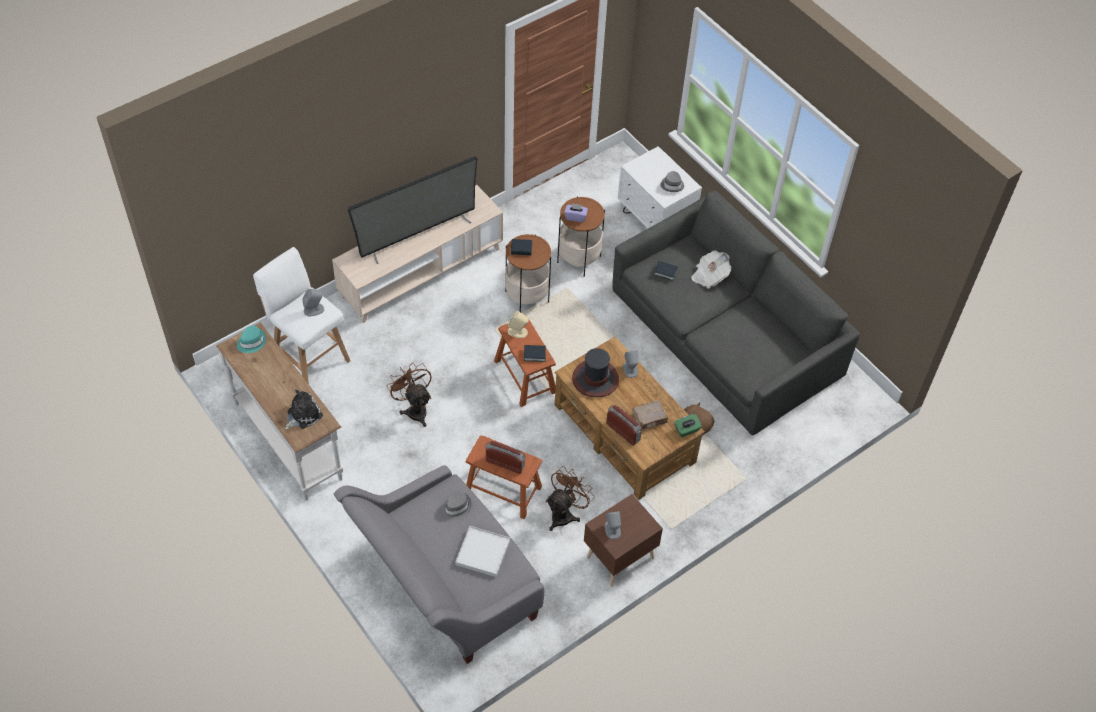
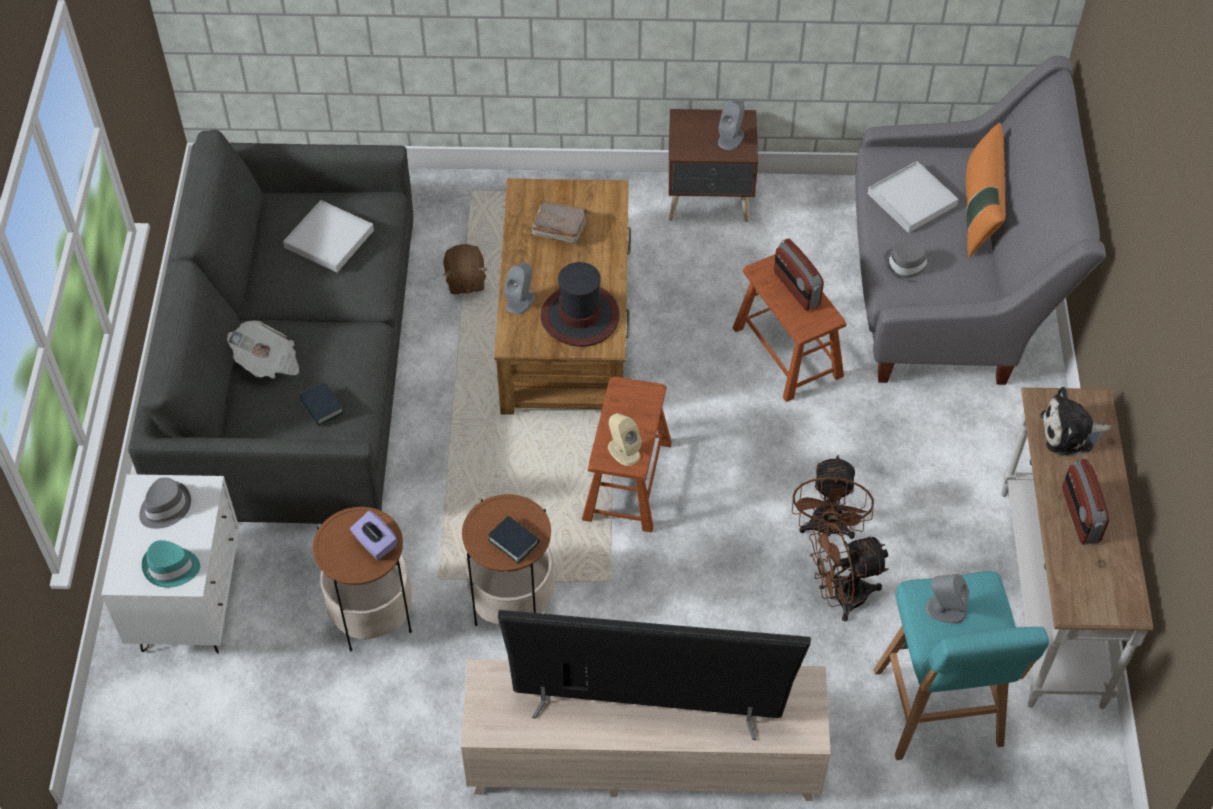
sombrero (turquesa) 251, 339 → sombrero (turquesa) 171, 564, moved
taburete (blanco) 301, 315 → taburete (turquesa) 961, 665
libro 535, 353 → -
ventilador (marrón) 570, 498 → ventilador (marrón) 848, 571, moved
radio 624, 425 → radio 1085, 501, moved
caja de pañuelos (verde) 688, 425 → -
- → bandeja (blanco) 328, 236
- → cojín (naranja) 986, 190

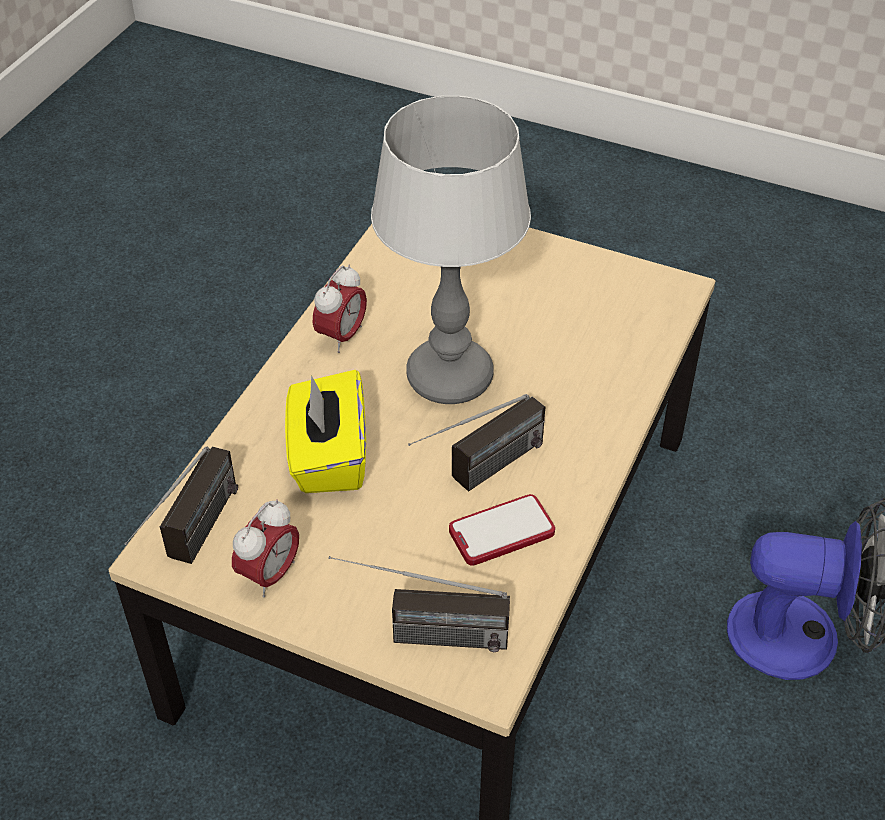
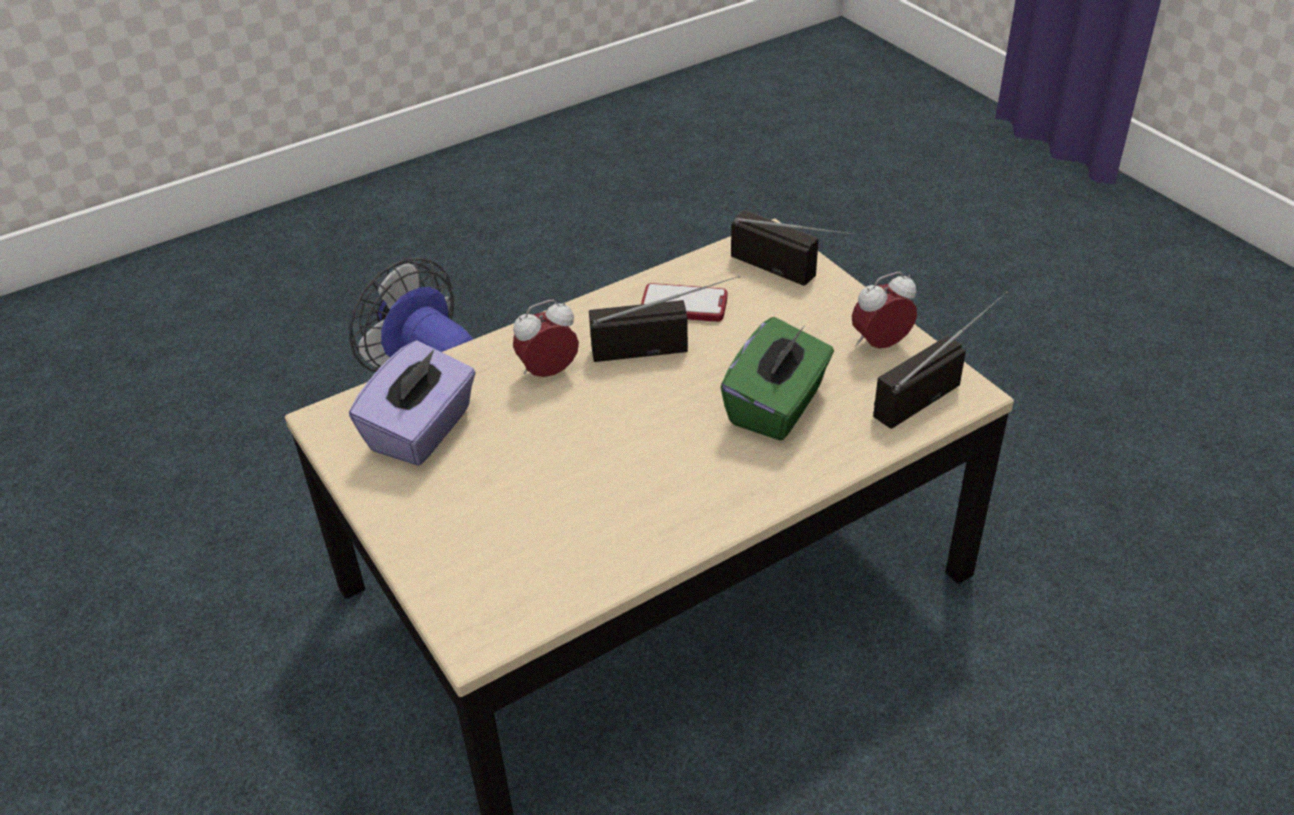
caja de pañuelos (amarillo) 325, 431 → caja de pañuelos (verde) 777, 379
despertador 340, 309 → despertador 546, 338, moved
lámpara de mesa 451, 250 → -
- → caja de pañuelos (morado) 412, 403

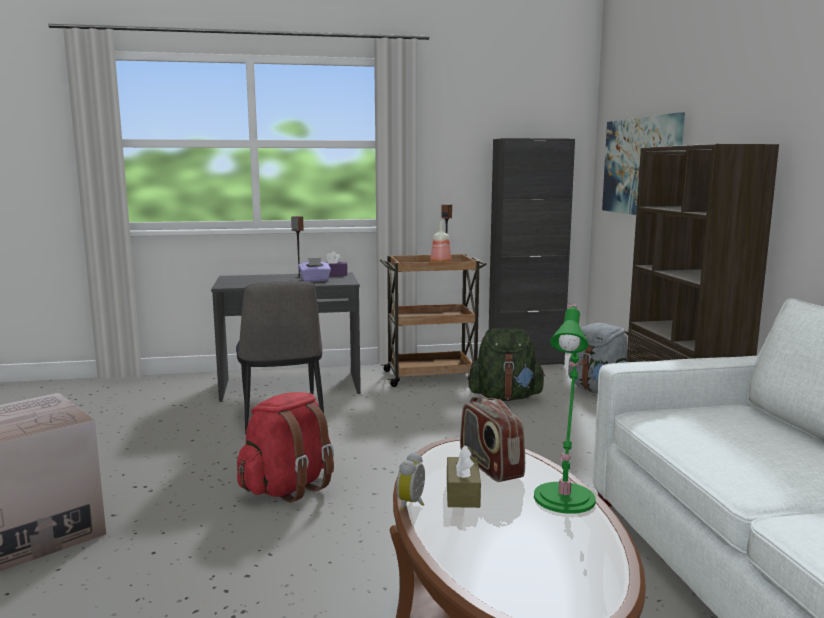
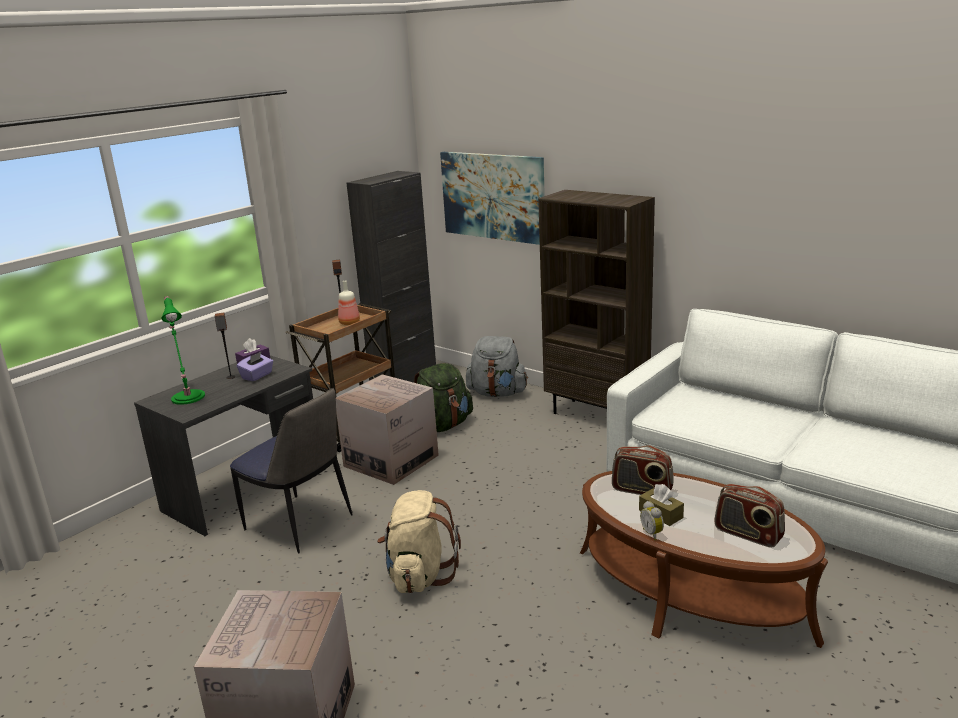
mochila (rojo) 285, 447 → mochila (beis) 419, 541
lámpara de mesa (verde) 565, 409 → lámpara de mesa (verde) 183, 350, moved
- → caja de cartón 387, 429
- → radio 750, 515

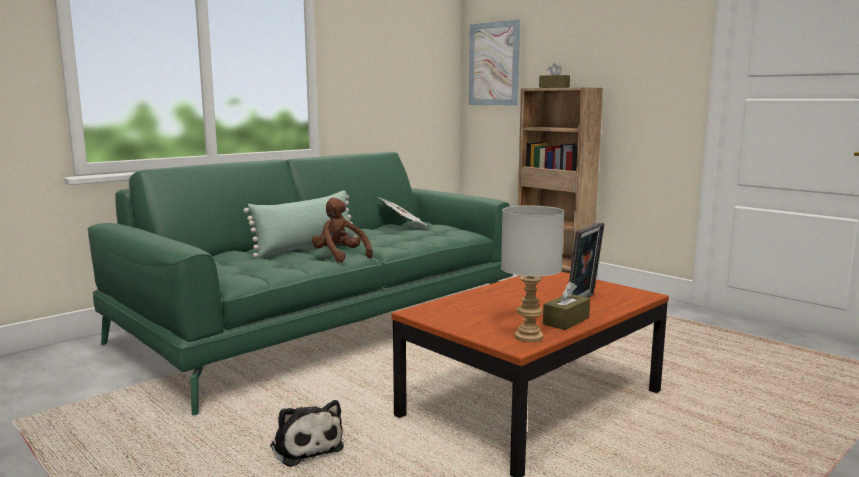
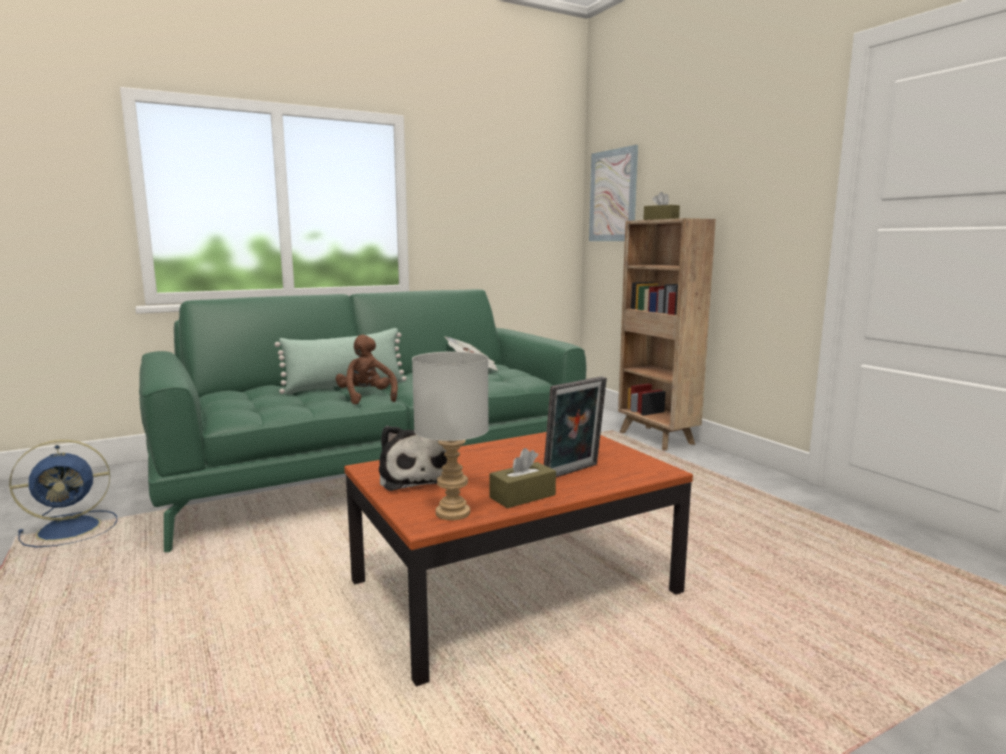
peluche 307, 433 → peluche 413, 458, moved
- → ventilador (azul) 63, 493

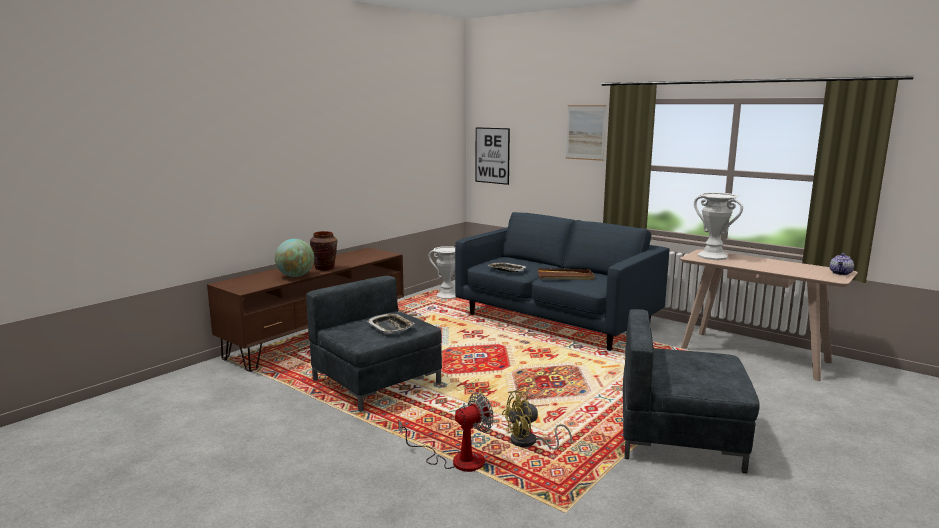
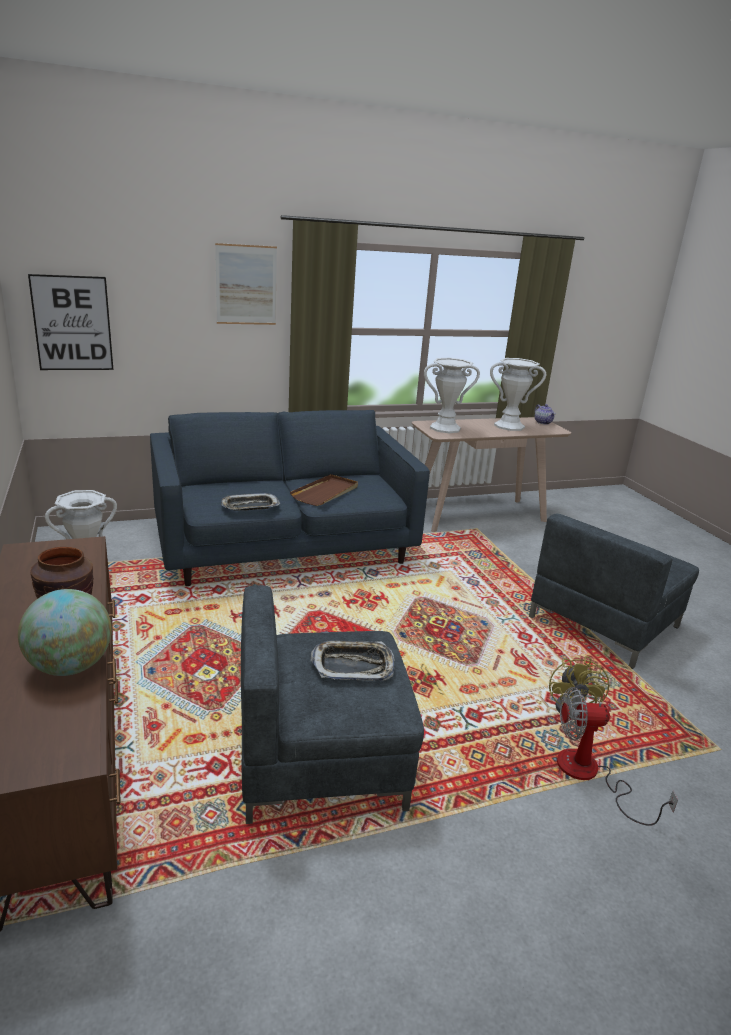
ventilador 446, 432 → ventilador 617, 756, 90 degrees counterclockwise
- → florero (blanco) 518, 394

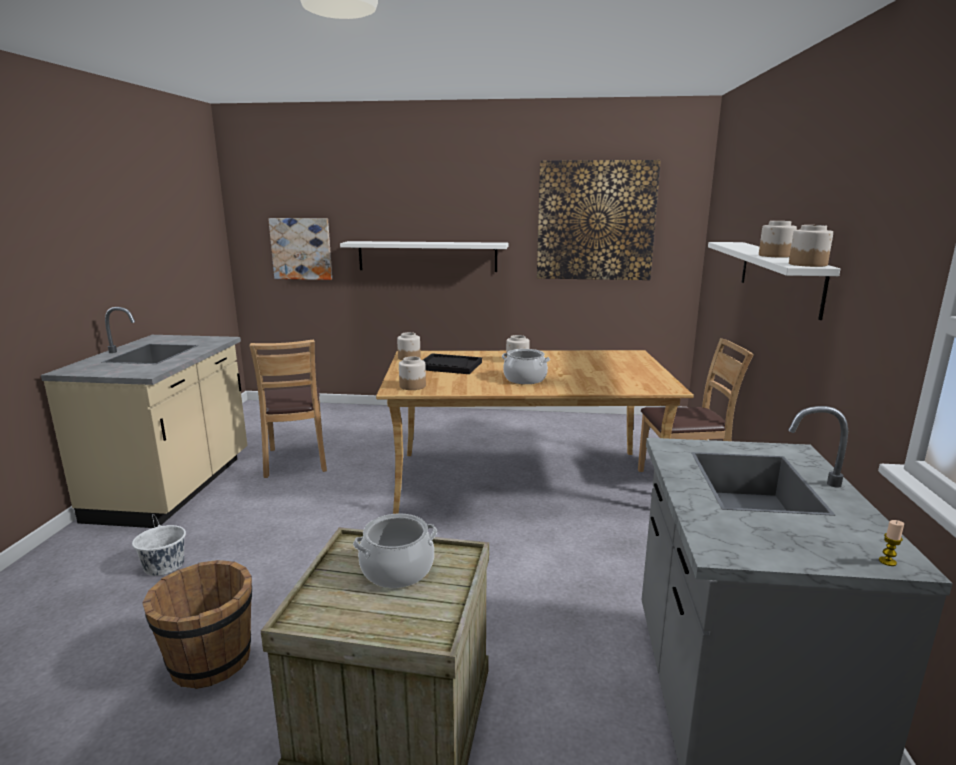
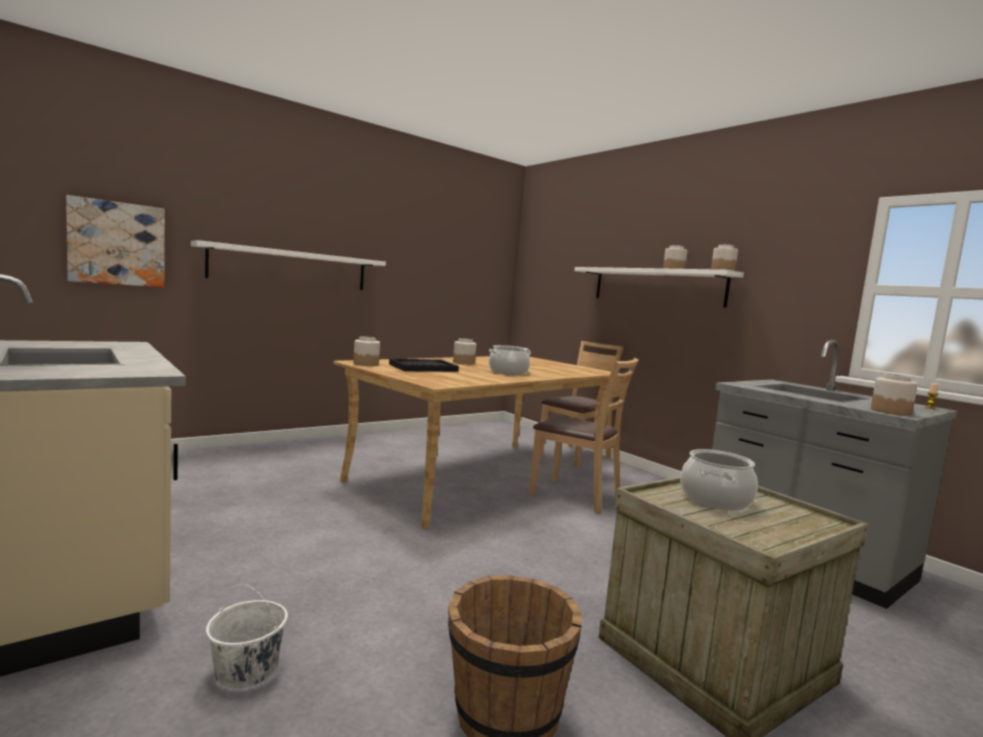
silla (marrón) 288, 409 → silla (marrón) 584, 436, moved
tarro 412, 373 → tarro 894, 395, moved
cuadro 599, 220 → -

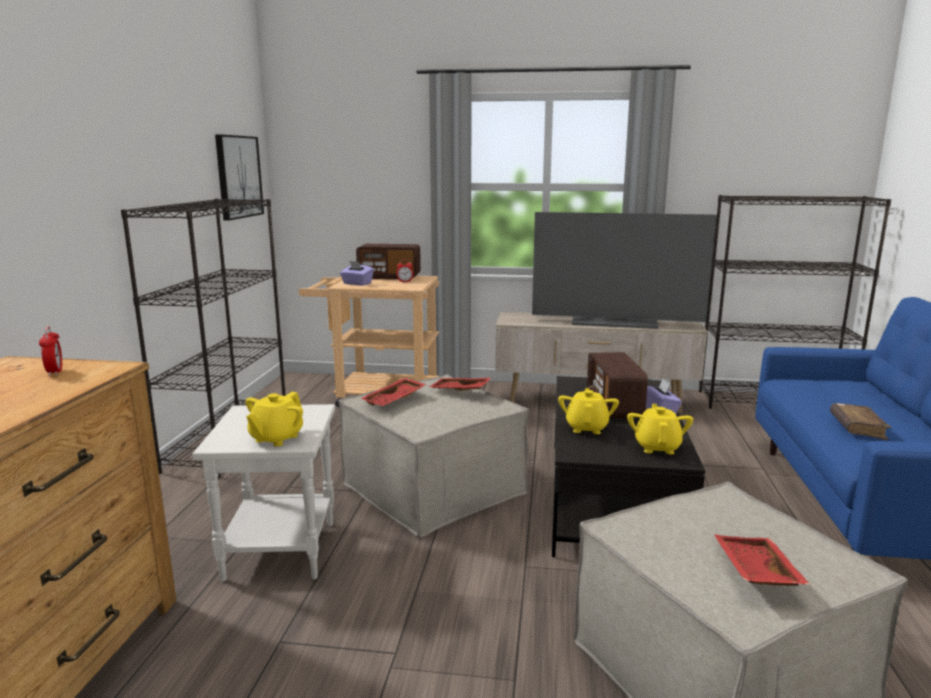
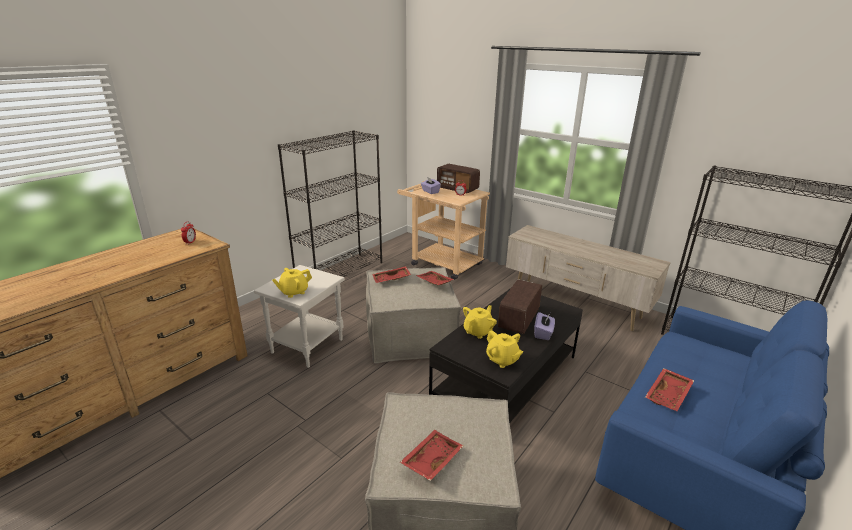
cuadro 239, 177 → -
televisor 624, 270 → -
tetera (amarillo) 660, 429 → tetera (amarillo) 504, 349, 105 degrees clockwise
libro (marrón) 861, 421 → bandeja (rojo) 669, 389

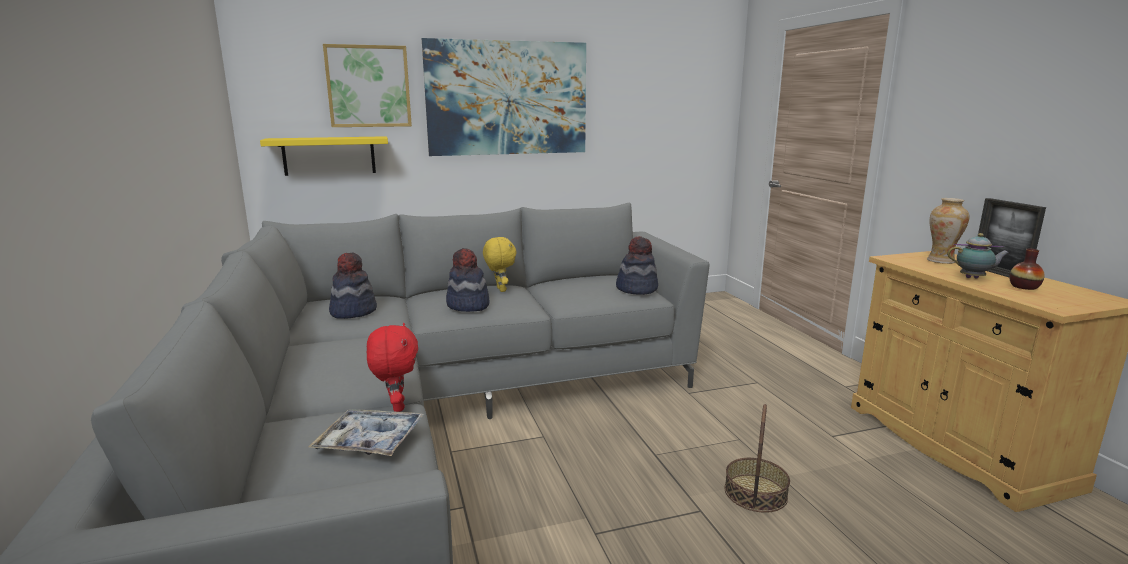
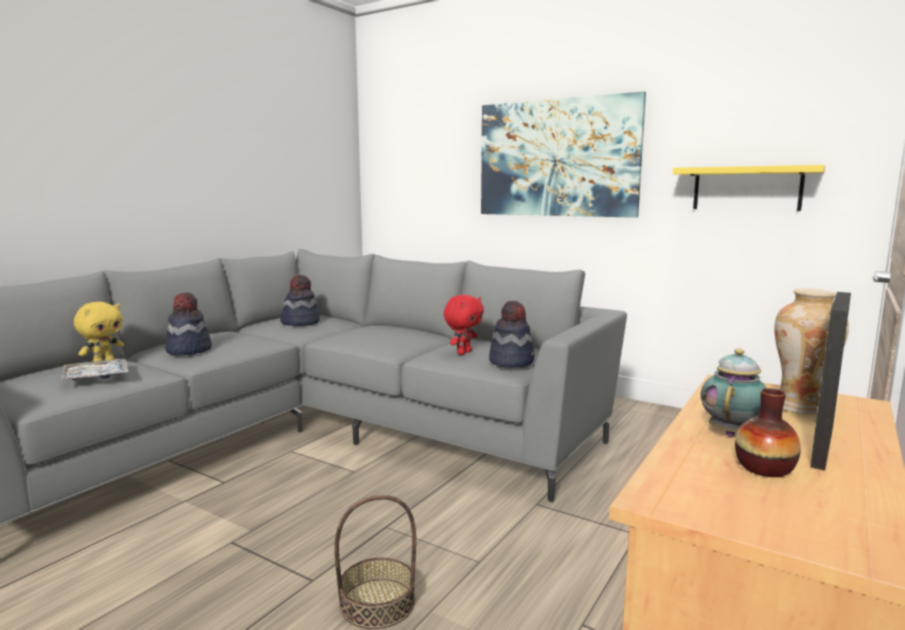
estante (amarillo) 324, 156 → estante (amarillo) 749, 188, moved
cuadro 367, 85 → -
peluche (rojo) 392, 367 → peluche (rojo) 464, 325, moved
sombrero 467, 280 → sombrero 188, 324, moved
peluche (amarillo) 500, 264 → peluche (amarillo) 99, 333, moved
tetera 978, 256 → tetera 733, 392, 120 degrees counterclockwise

